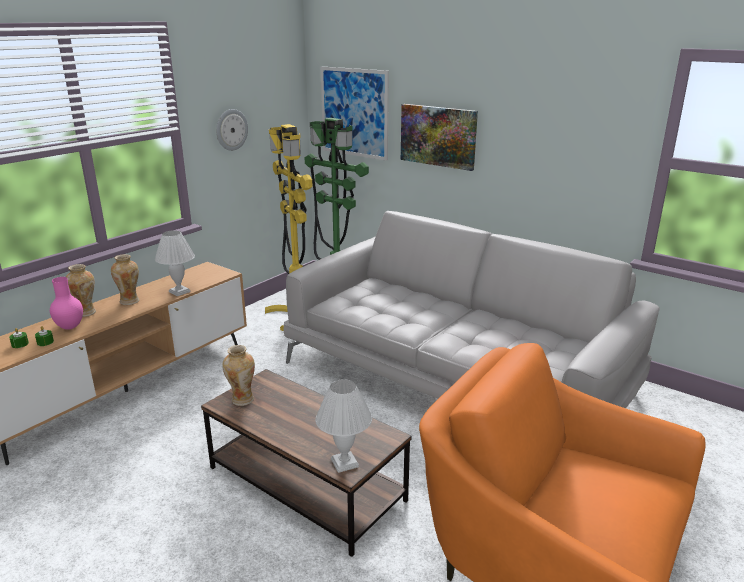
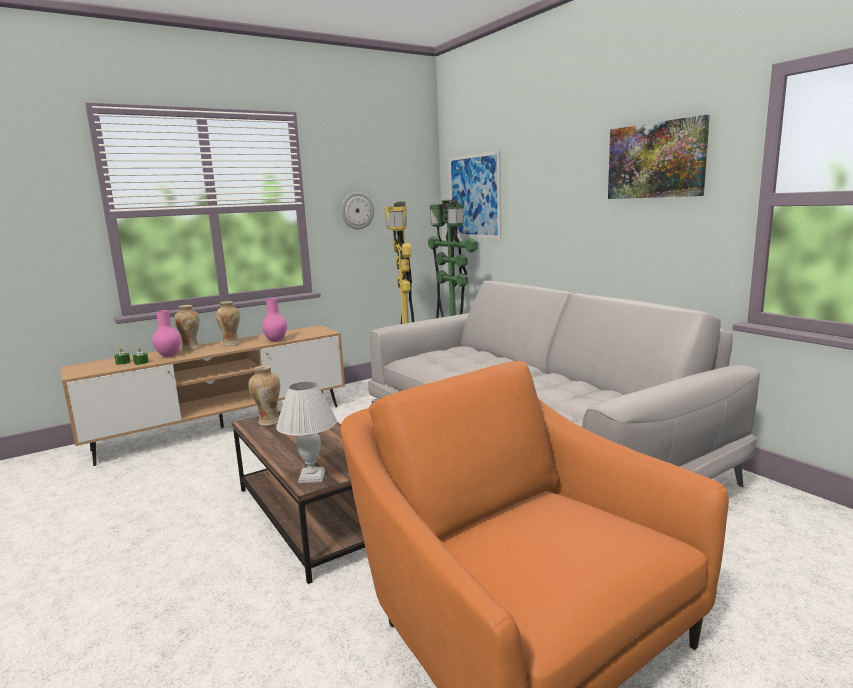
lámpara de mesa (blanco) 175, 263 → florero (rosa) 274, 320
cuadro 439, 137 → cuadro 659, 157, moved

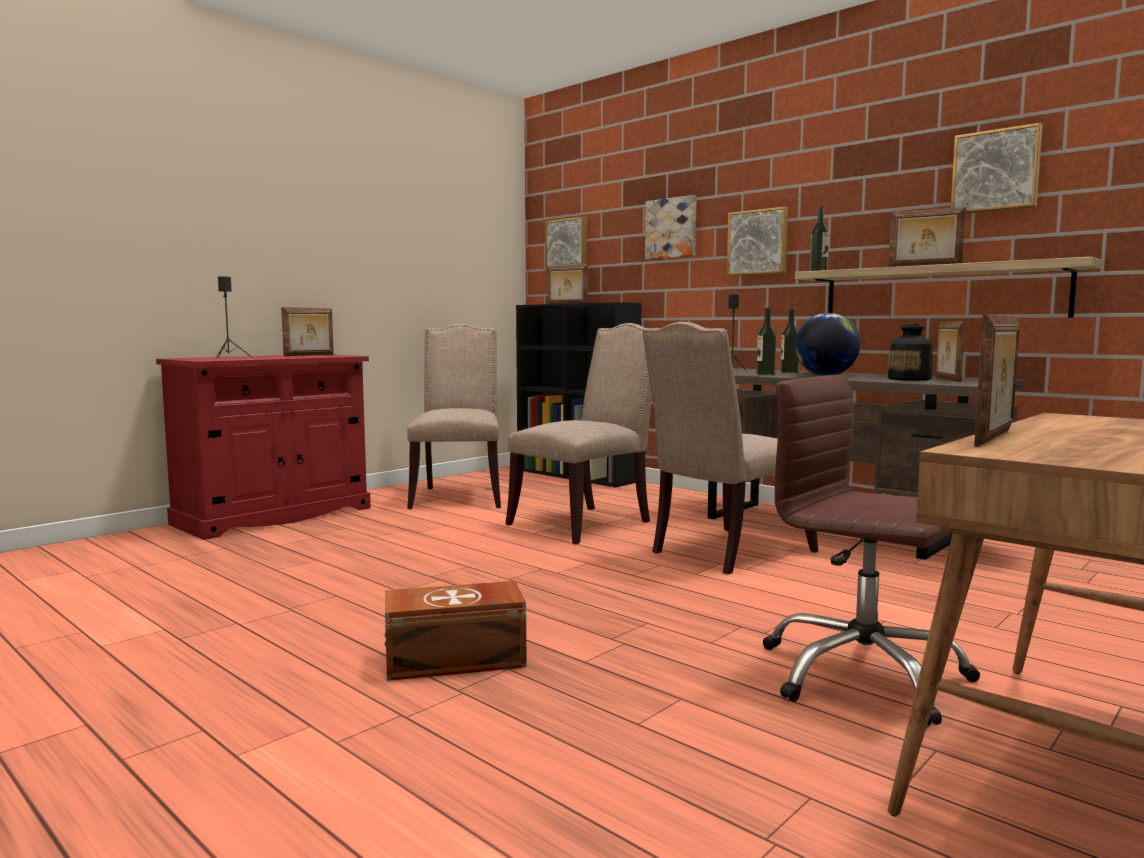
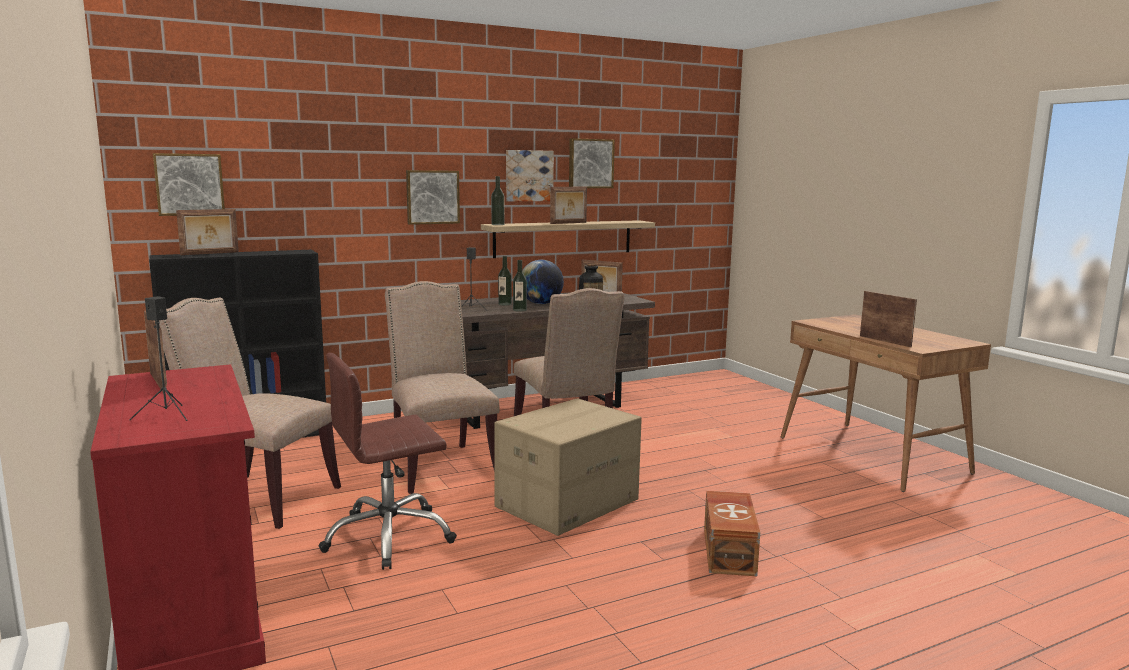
cuadro 671, 227 → cuadro 530, 176, moved
silla de oficina (marrón) 871, 550 → silla de oficina (marrón) 388, 461, moved
- → caja de cartón 568, 467

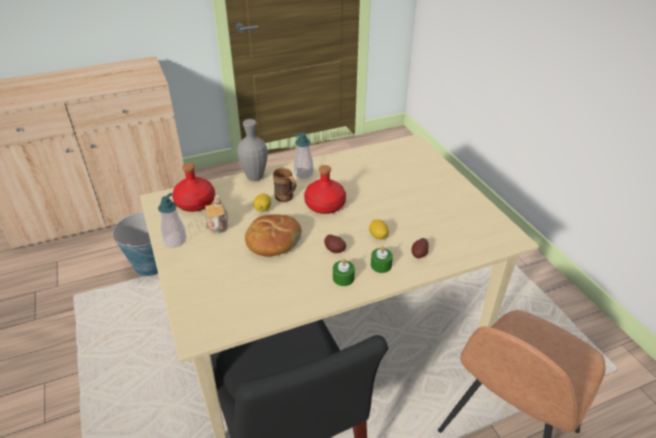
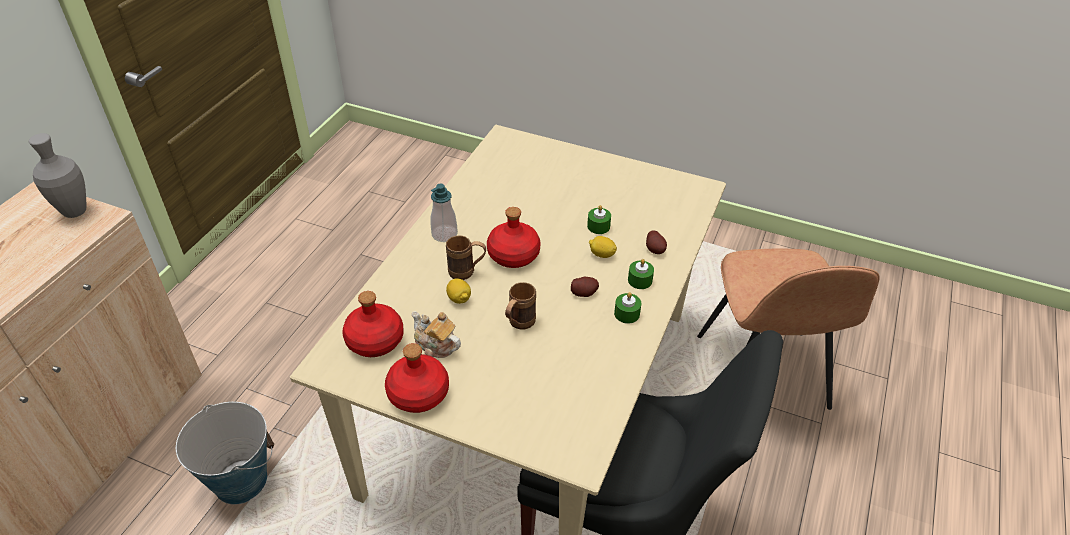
dispensador de jabón 172, 220 → botella (rojo) 417, 378
florero (gris) 252, 150 → florero (gris) 57, 175, moved
pan 273, 235 → taza grande (marrón) 520, 306
- → vela (verde) 599, 219

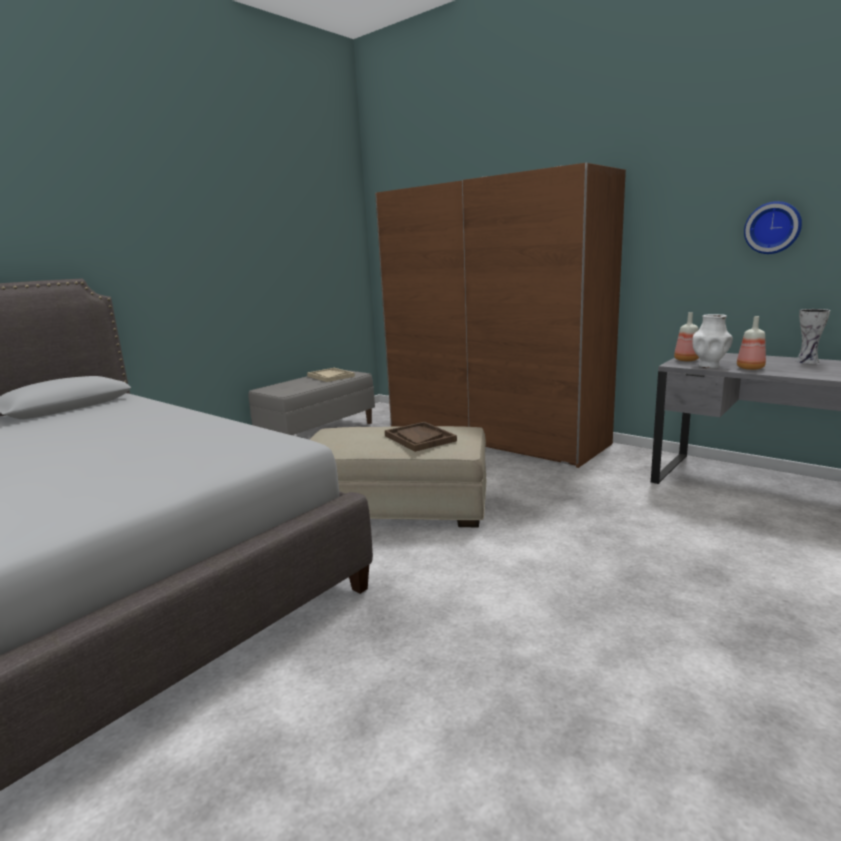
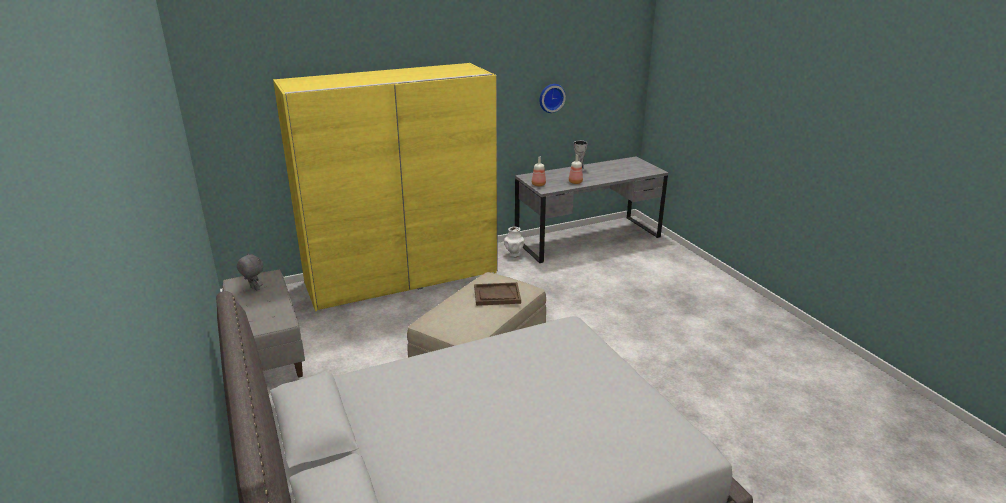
bandeja (beis) 331, 375 → peluche (gris) 250, 272
armario ropero (marrón) 500, 315 → armario ropero (amarillo) 385, 187
florero (blanco) 713, 341 → florero (blanco) 514, 242, moved

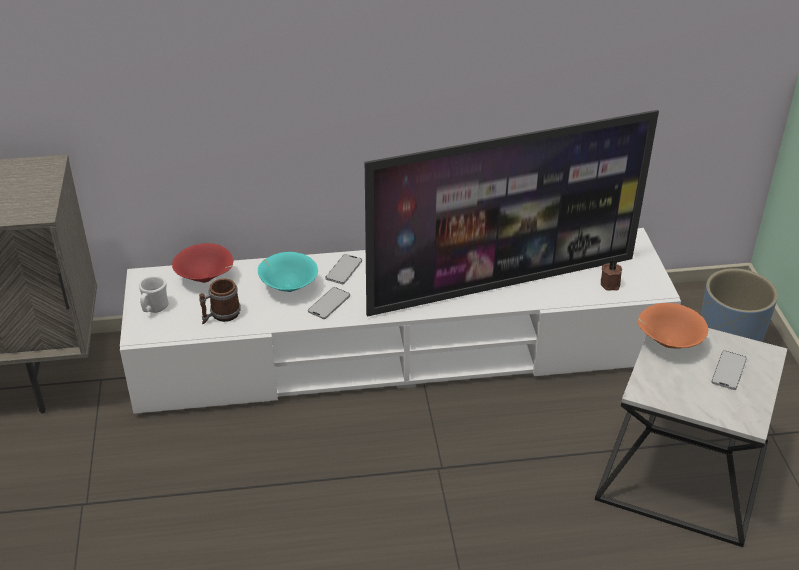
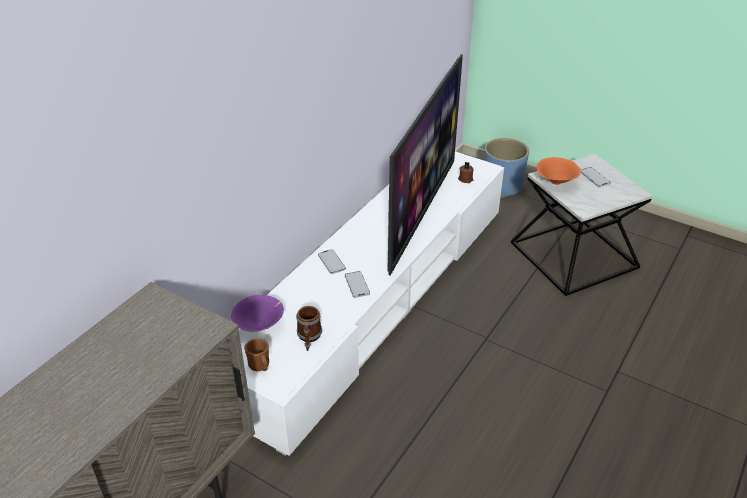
taza grande (blanco) 154, 294 → taza grande (marrón) 256, 355
cuenco (rojo) 203, 263 → cuenco (morado) 257, 313
cuenco (turquesa) 288, 272 → -

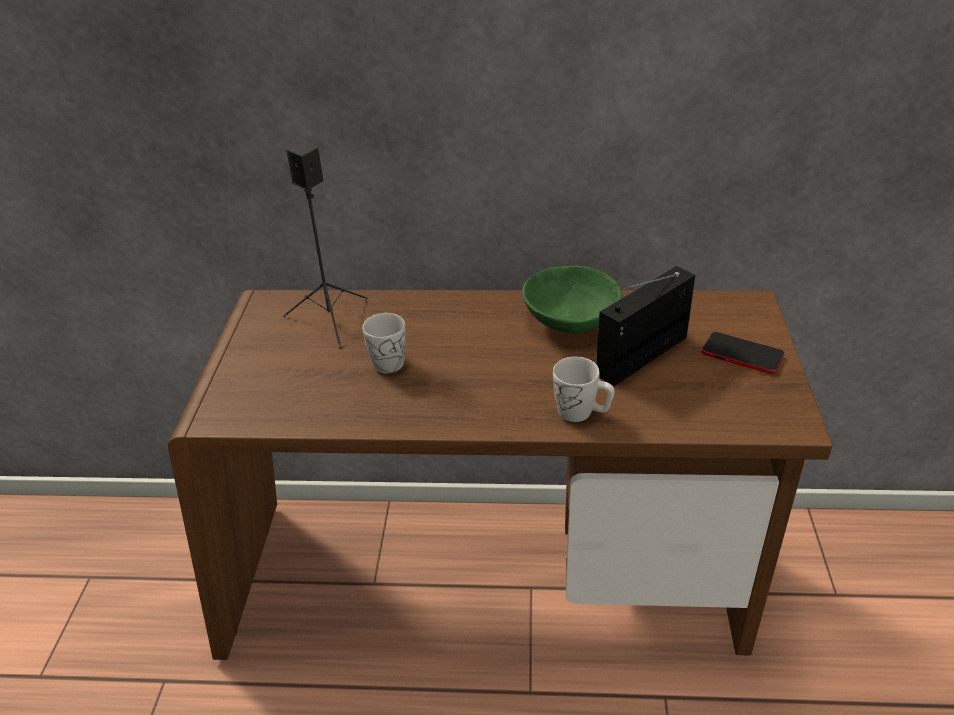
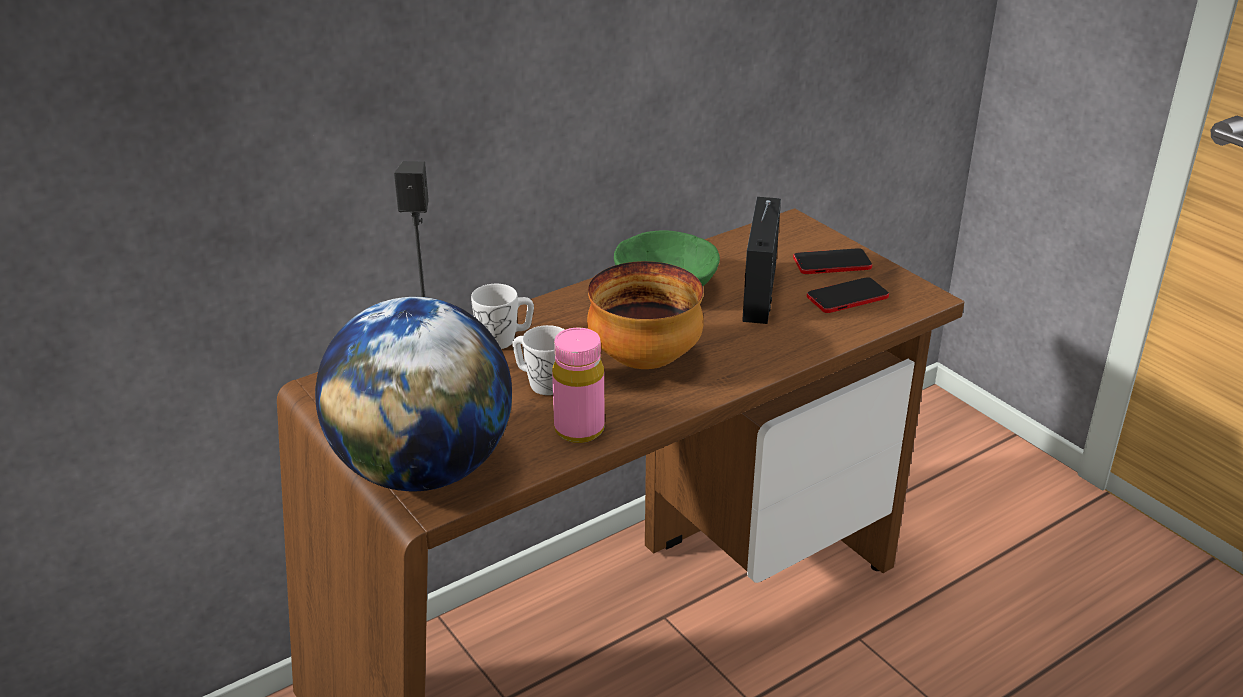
taza grande (blanco) 583, 389 → taza grande (blanco) 502, 316, moved
- → globo terráqueo 413, 394
- → botella (rosa) 578, 385
- → cuenco 645, 315
- → móvil 848, 295

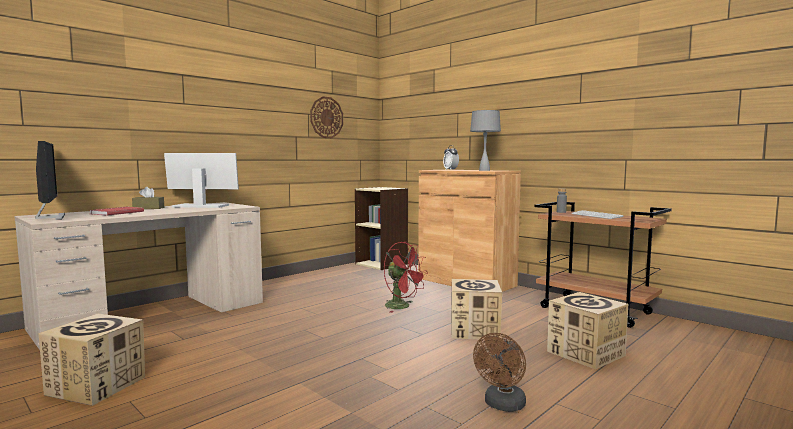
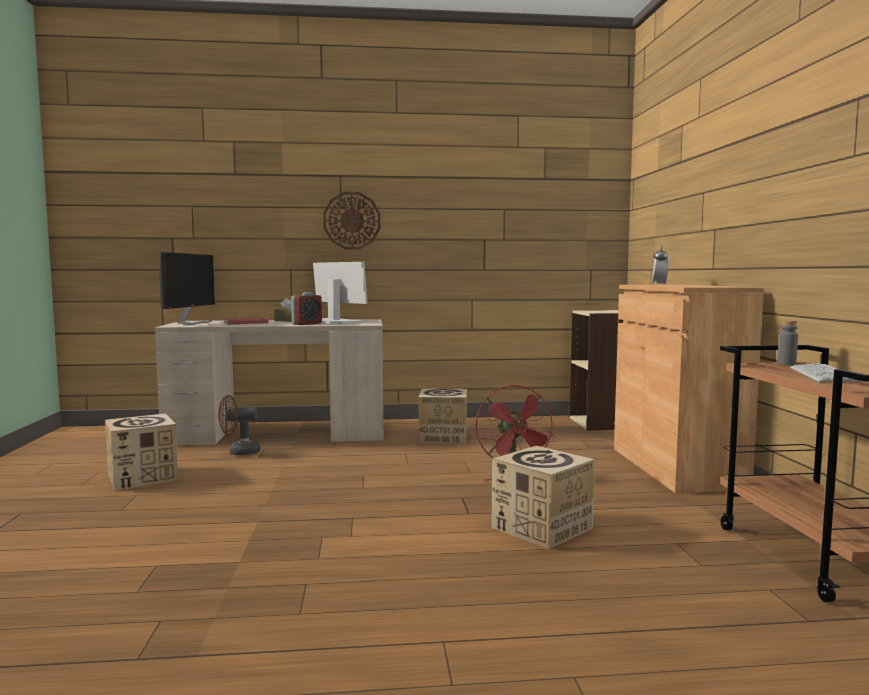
reloj de pared 326, 117 → reloj de pared 352, 221, moved
lámpara de mesa (gris) 485, 140 → -
ventilador (marrón) 499, 372 → ventilador (marrón) 239, 425, moved
caja de cartón 587, 330 → caja de cartón 442, 416, moved
- → despertador 306, 308

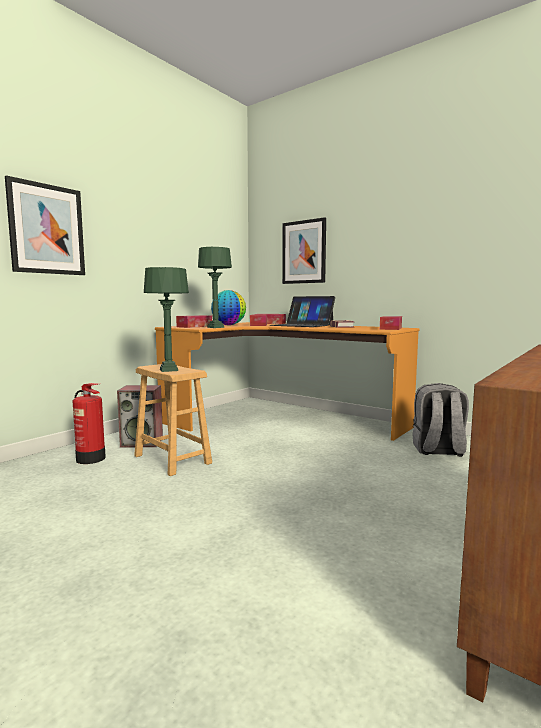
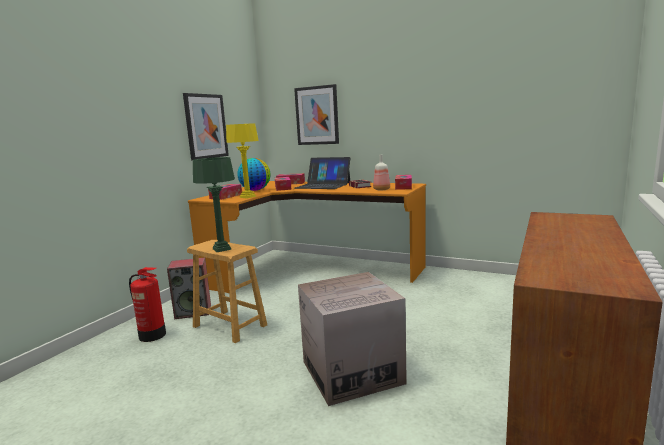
cuadro 45, 225 → cuadro 206, 126, moved
lámpara de mesa (verde) 215, 287 → lámpara de mesa (amarillo) 242, 160
mochila (gris) 440, 420 → -
- → caja de cartón 352, 339
- → botella 381, 172

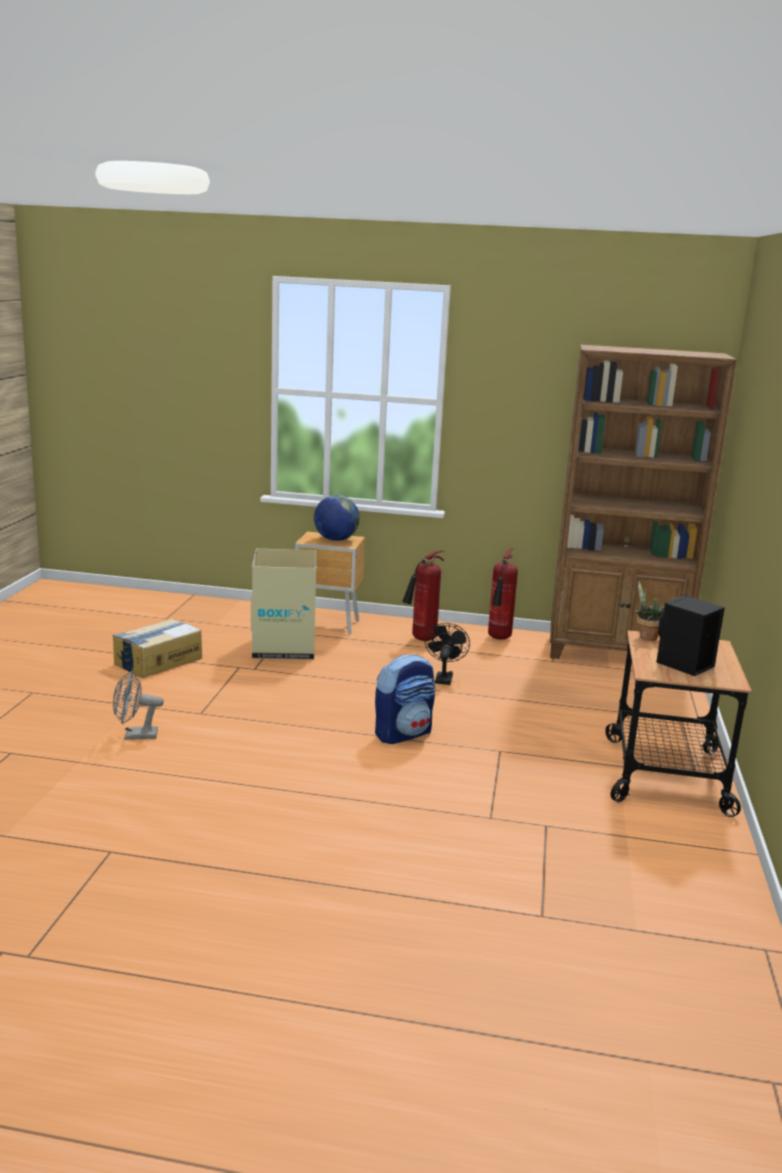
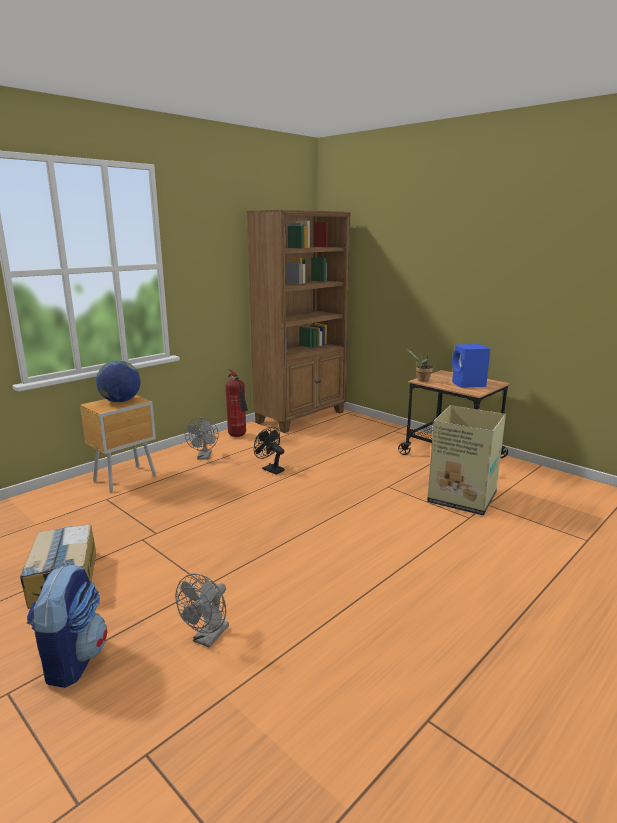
caja de cartón 283, 604 → caja de cartón 466, 460, moved
mochila 405, 699 → mochila 67, 626, moved
extintor 423, 595 → ventilador (gris) 202, 438
altavoz (negro) 690, 635 → altavoz (azul) 471, 366

